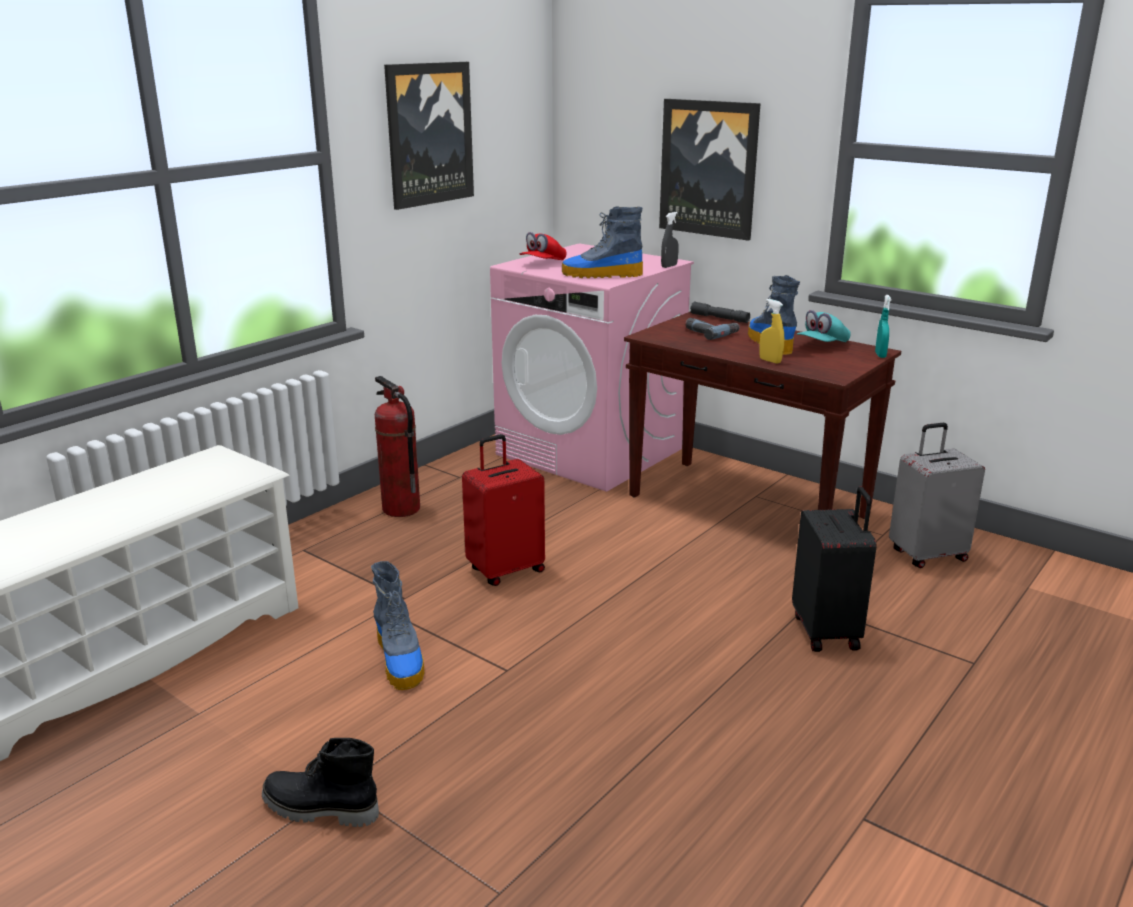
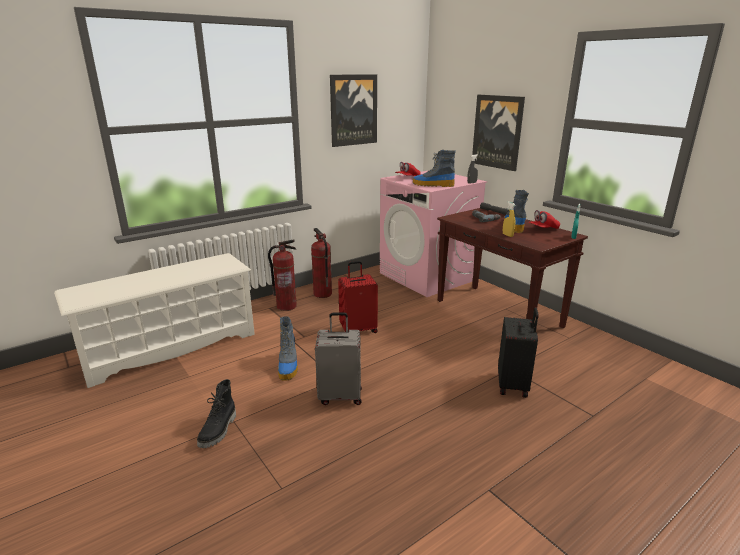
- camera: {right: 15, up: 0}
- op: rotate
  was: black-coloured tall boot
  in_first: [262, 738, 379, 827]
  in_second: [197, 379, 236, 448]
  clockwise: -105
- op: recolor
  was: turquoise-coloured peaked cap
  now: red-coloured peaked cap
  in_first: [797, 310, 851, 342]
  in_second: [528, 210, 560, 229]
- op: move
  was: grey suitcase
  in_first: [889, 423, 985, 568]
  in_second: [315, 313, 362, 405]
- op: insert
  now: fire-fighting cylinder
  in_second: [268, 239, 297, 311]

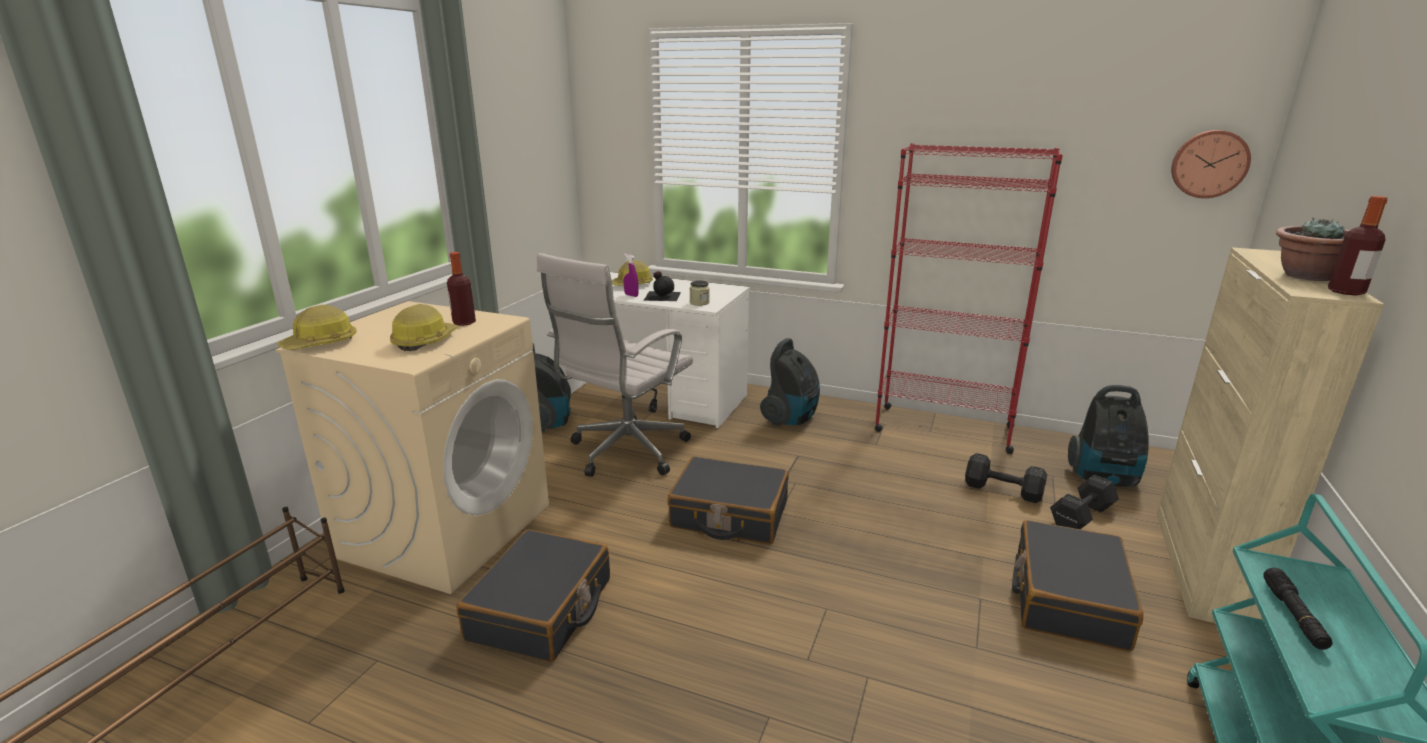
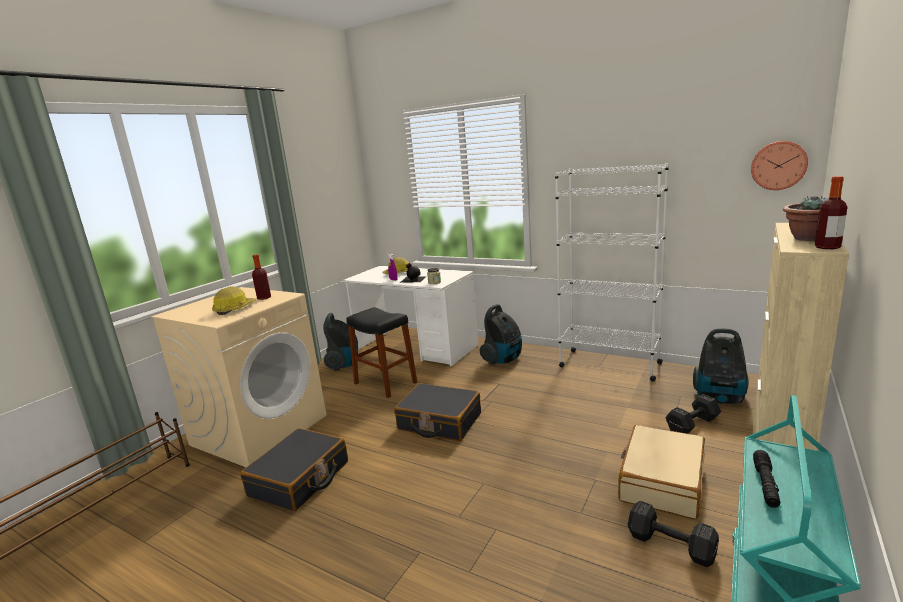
- camera: {right: 10, up: -5}
- op: delete
  was: work helmet
  in_first: [277, 305, 357, 350]
- op: replace
  was: whitish office chair
  now: black-coloured stool
  in_first: [537, 253, 693, 477]
  in_second: [346, 307, 417, 398]
- op: recolor
  was: red-coloured bookcase
  now: whitish bookcase
  in_first: [875, 143, 1063, 454]
  in_second: [555, 163, 669, 381]
- op: move
  was: black-coloured dumbbell
  in_first: [965, 453, 1047, 503]
  in_second: [628, 501, 719, 567]
- op: recolor
  was: black-coloured suitcase
  now: sand-coloured suitcase
  in_first: [1012, 520, 1143, 652]
  in_second: [618, 425, 705, 520]

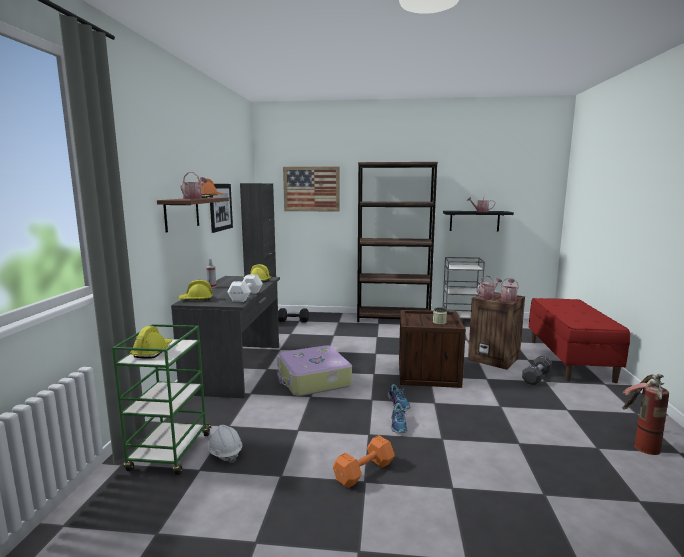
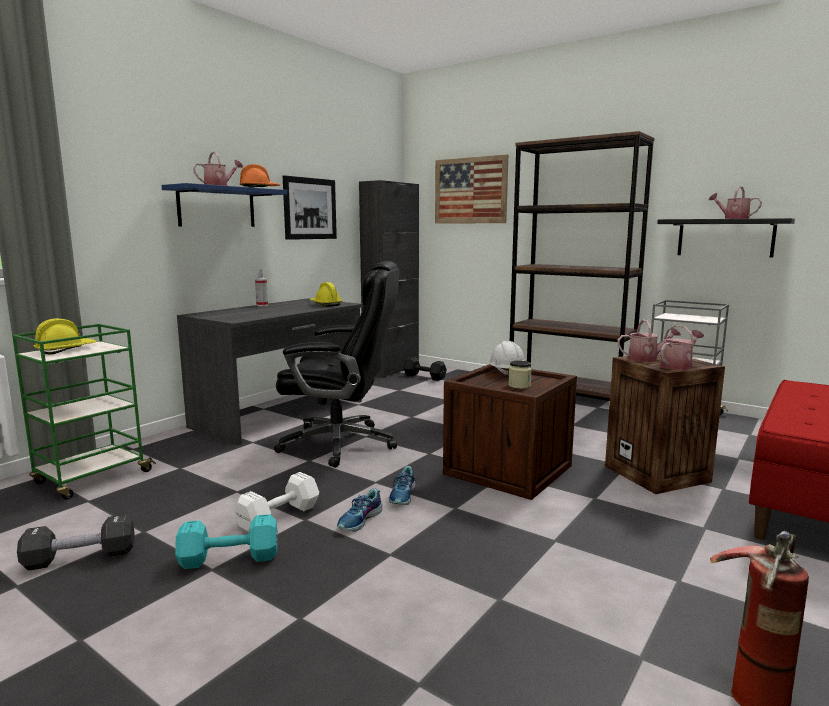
- camera: {right: 30, up: 0}
- op: recolor
  was: brown-coloured wall shelf
  now: bluish wall shelf
  in_first: [157, 197, 229, 233]
  in_second: [161, 183, 287, 227]
- op: delete
  was: yellow work helmet
  in_first: [178, 280, 213, 301]
- op: move
  was: whitish work helmet
  in_first: [207, 425, 242, 463]
  in_second: [489, 341, 525, 375]
- op: move
  was: whitish dumbbell
  in_first: [227, 274, 263, 302]
  in_second: [234, 472, 319, 532]
- op: replace
  was: suitcase
  now: black-coloured office chair
  in_first: [277, 345, 352, 396]
  in_second: [274, 261, 399, 468]
- op: recolor
  was: orangey dumbbell
  now: turquoise-coloured dumbbell
  in_first: [333, 435, 395, 488]
  in_second: [175, 514, 278, 569]
- op: move
  was: black-coloured dumbbell
  in_first: [522, 356, 552, 385]
  in_second: [17, 514, 134, 571]

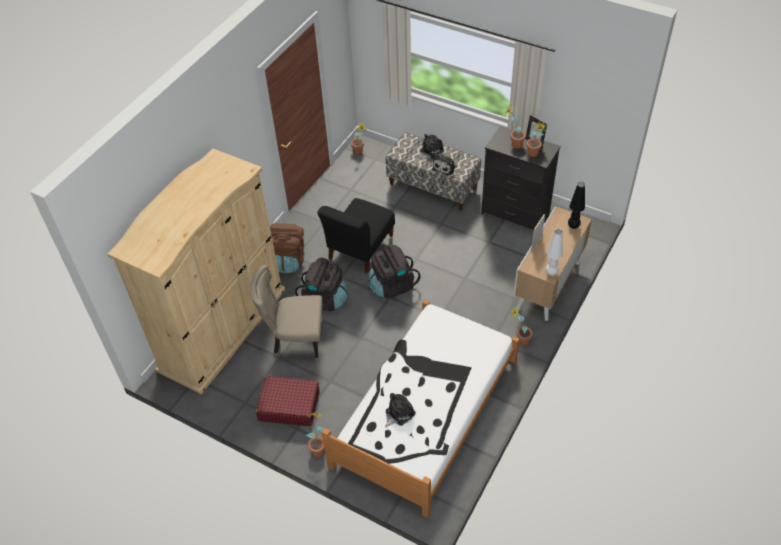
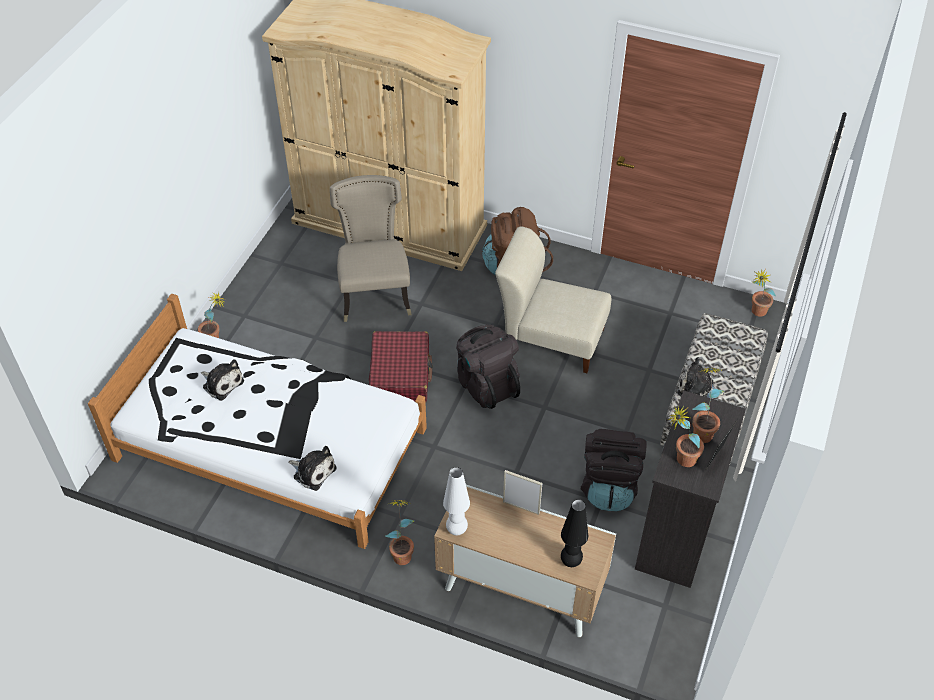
- camera: {right: 80, up: 0}
- op: move
  was: red-coloured suitcase
  in_first: [256, 376, 320, 426]
  in_second: [369, 331, 433, 403]
- op: move
  was: black-coloured knapsack
  in_first: [295, 258, 348, 311]
  in_second: [581, 429, 647, 512]
- op: recolor
  was: black-coloured chair
  now: sand-coloured chair
  in_first: [317, 198, 395, 273]
  in_second: [495, 226, 611, 373]
- op: move
  was: cuddly toy
  in_first: [420, 134, 444, 161]
  in_second: [288, 446, 337, 491]

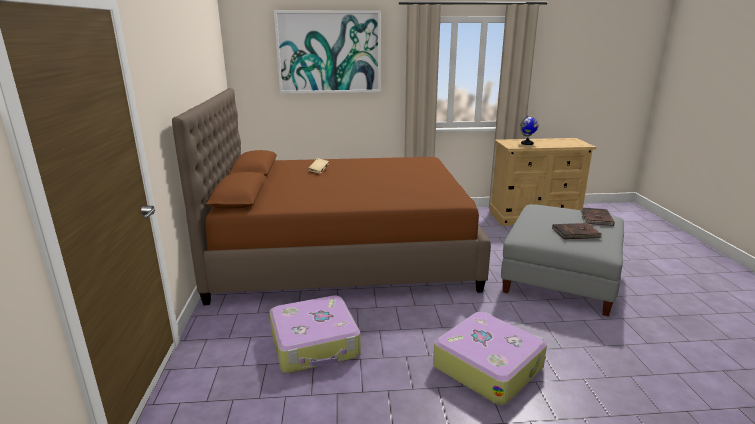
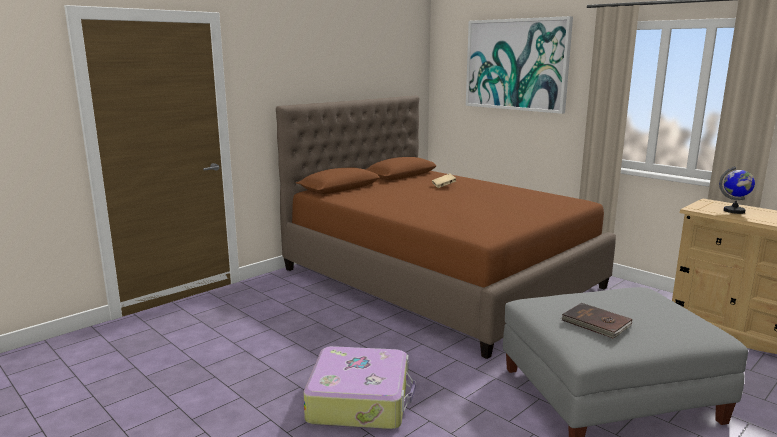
- camera: {right: 50, up: -5}
- op: delete
  was: suitcase
  in_first: [270, 295, 361, 373]
- op: delete
  was: brown-coloured volume
  in_first: [581, 207, 615, 226]

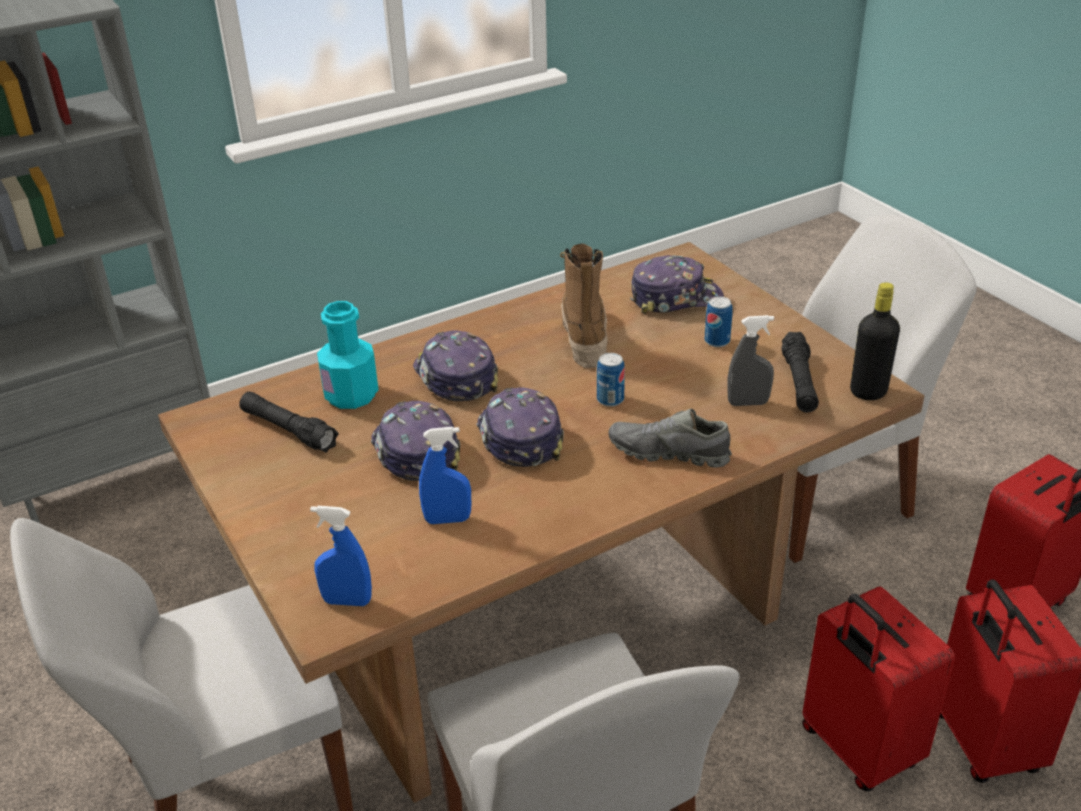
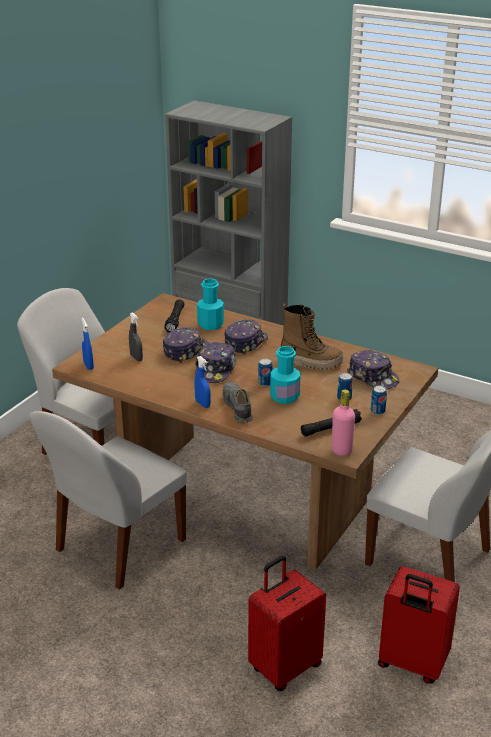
- camera: {right: 60, up: -5}
- op: move
  was: bluish hand sprayer
  in_first: [419, 427, 471, 524]
  in_second: [195, 356, 211, 408]
- op: rotate
  was: peaked cap
  in_first: [476, 387, 564, 467]
  in_second: [195, 342, 237, 383]
  clockwise: 150
- op: rotate
  was: tall boot
  in_first: [560, 244, 608, 368]
  in_second: [281, 304, 343, 370]
  clockwise: 45
- op: move
  was: grey hand sprayer
  in_first: [727, 315, 774, 406]
  in_second: [129, 312, 143, 361]
- op: delete
  was: red-coloured suitcase
  in_first: [802, 586, 955, 792]
- op: recolor
  was: black-coloured beverage bottle
  now: pink beverage bottle
  in_first: [850, 283, 900, 400]
  in_second: [332, 389, 355, 456]
- op: insert
  now: turquoise-coloured beverage bottle
  in_second: [270, 346, 300, 404]
- op: insert
  now: metal can
  in_second: [371, 386, 387, 415]

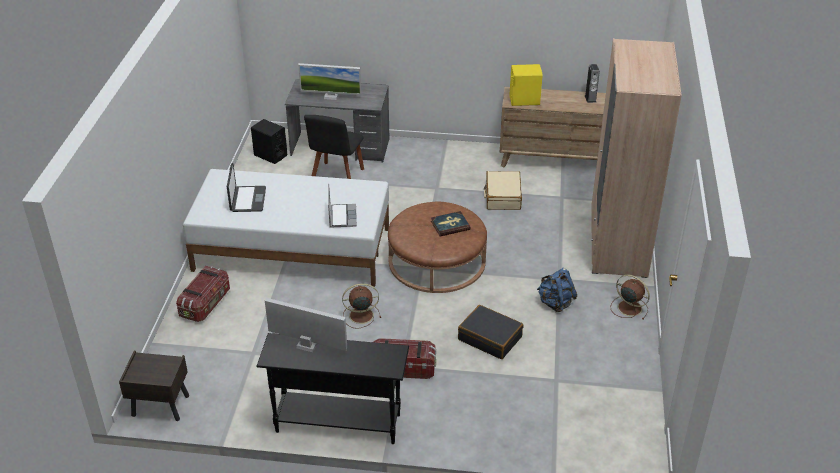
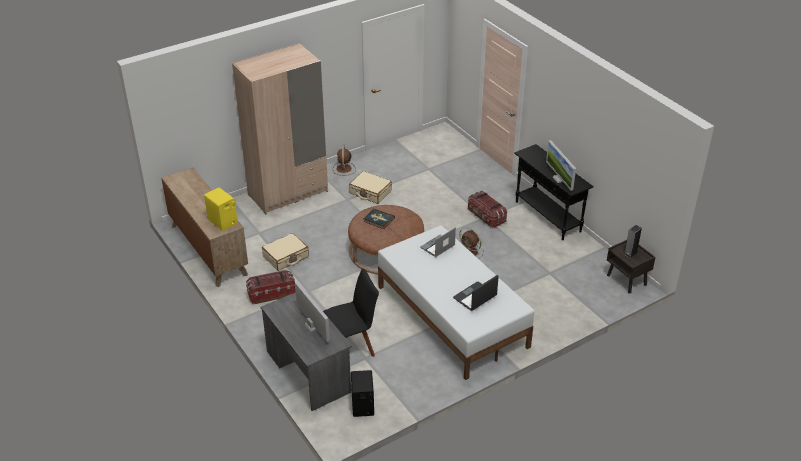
- camera: {right: -130, up: 0}
- op: move
  was: storage bin
  in_first: [176, 266, 230, 322]
  in_second: [246, 270, 296, 304]
- op: delete
  was: black-coloured suitcase
  in_first: [458, 305, 523, 359]
- op: replace
  was: bluish knapsack
  now: sand-coloured suitcase
  in_first: [537, 268, 577, 312]
  in_second: [349, 171, 392, 204]
- op: move
  was: audio speaker
  in_first: [585, 64, 600, 103]
  in_second: [624, 225, 642, 258]

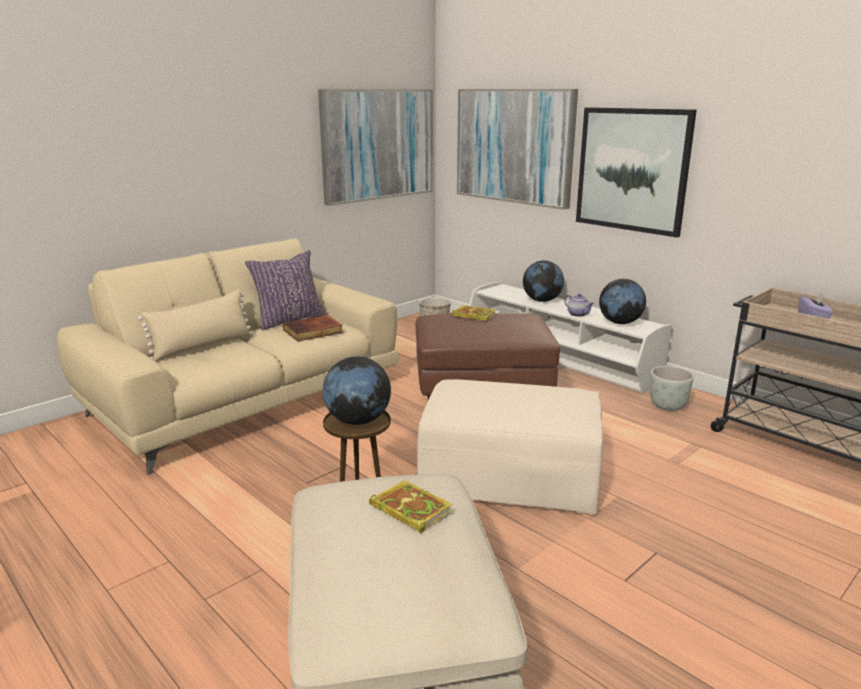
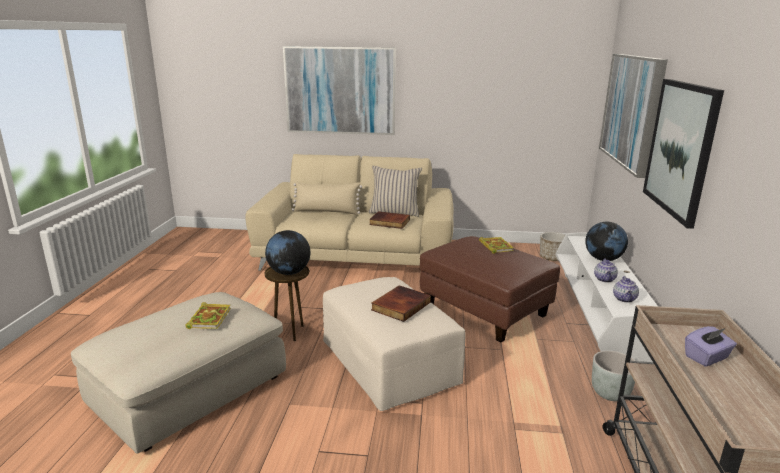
- camera: {right: 50, up: 0}
- op: recolor
  was: purple-coloured cushion
  now: sand-coloured cushion
  in_first: [245, 250, 326, 330]
  in_second: [369, 166, 422, 217]
- op: move
  was: wall picture
  in_first: [318, 89, 433, 206]
  in_second: [283, 46, 396, 135]
- op: replace
  was: desk globe
  now: teapot
  in_first: [599, 279, 646, 324]
  in_second: [613, 276, 639, 303]
- op: insert
  now: volume
  in_second: [371, 285, 431, 322]

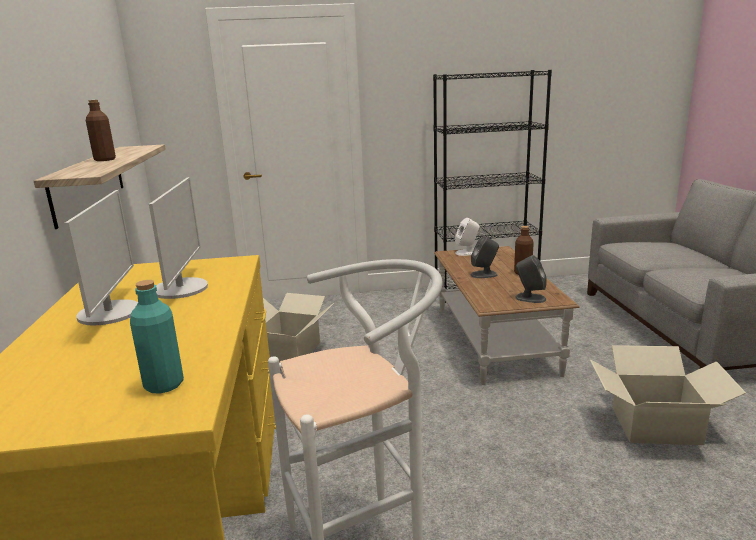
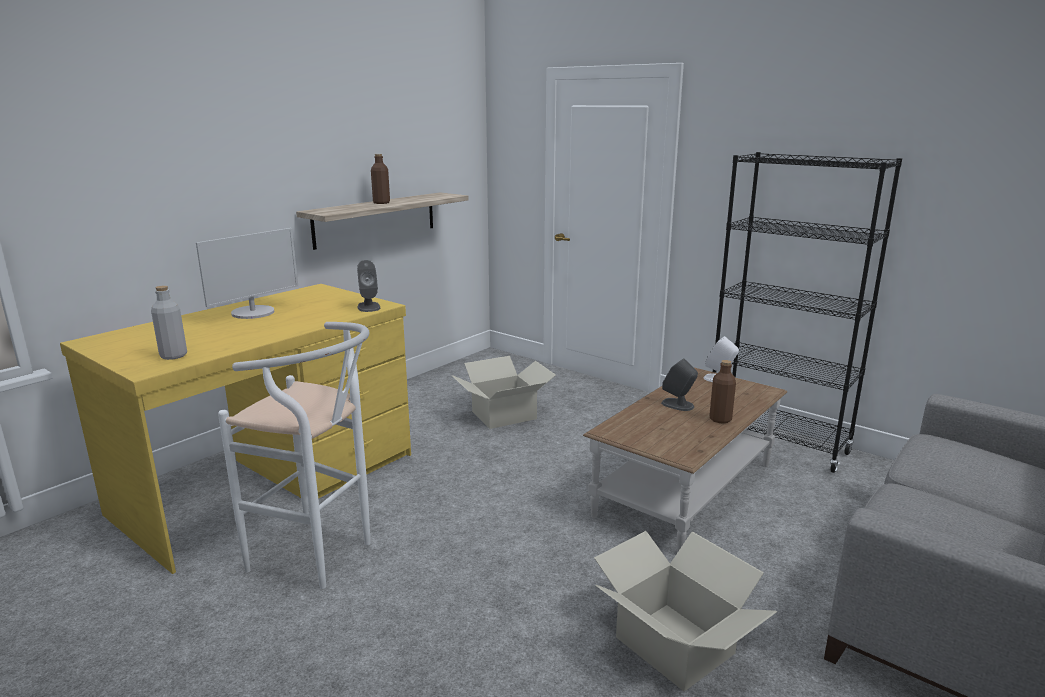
- camera: {right: 45, up: 0}
- op: recolor
  was: turquoise-coloured beverage bottle
  now: grey beverage bottle
  in_first: [130, 280, 184, 394]
  in_second: [151, 286, 187, 360]
- op: delete
  was: computer display
  in_first: [149, 177, 208, 299]
- op: move
  was: grey audio speaker
  in_first: [515, 255, 547, 303]
  in_second: [357, 260, 380, 312]

